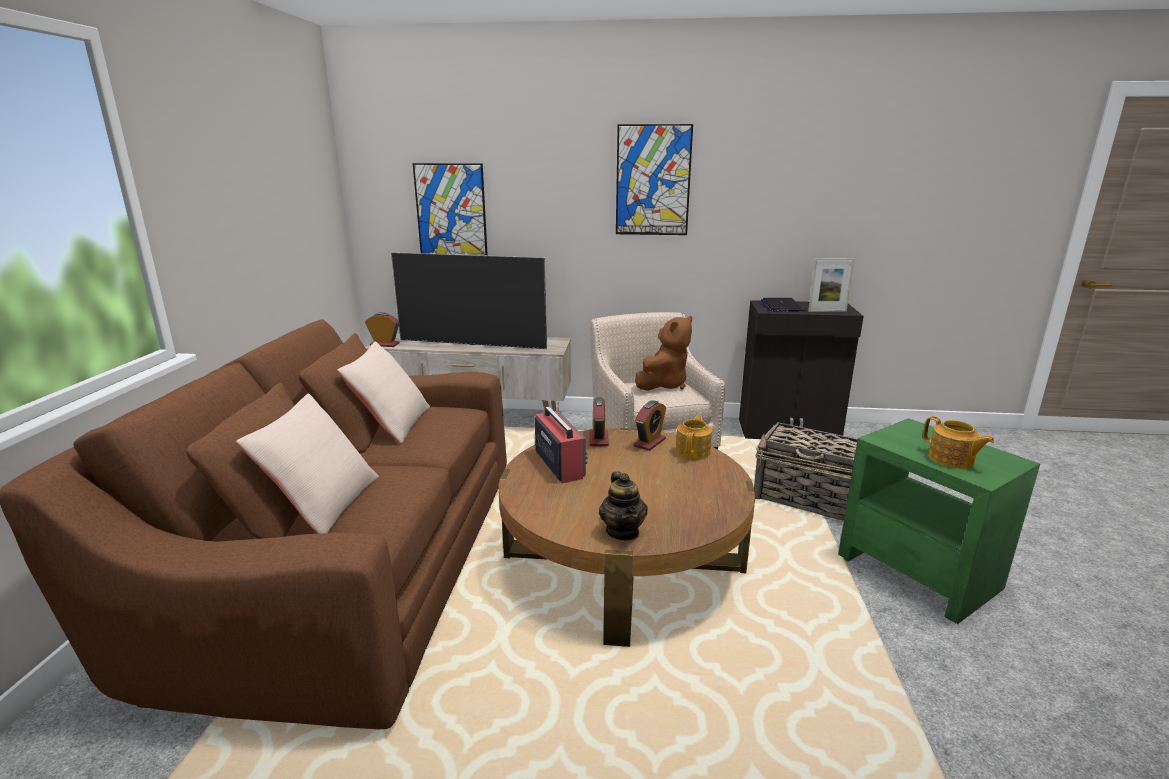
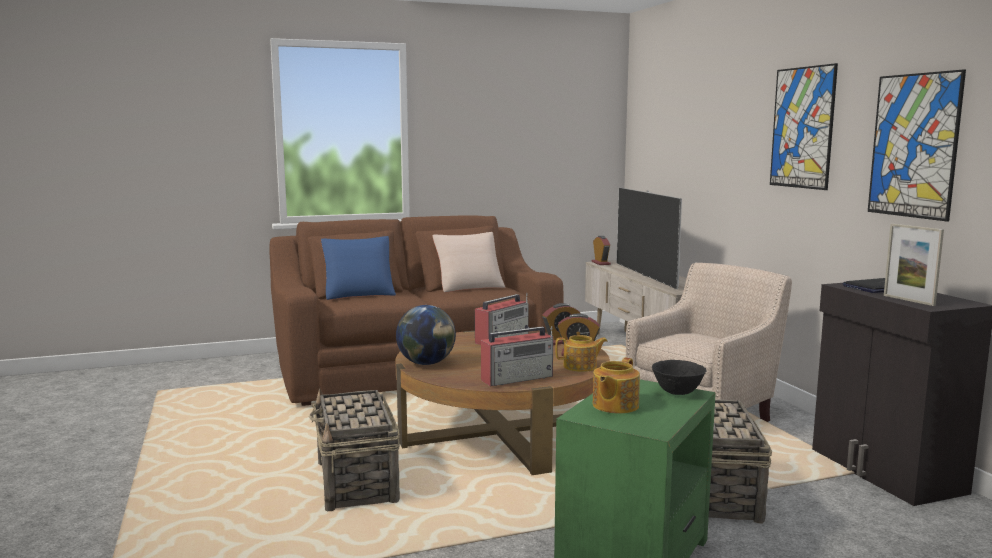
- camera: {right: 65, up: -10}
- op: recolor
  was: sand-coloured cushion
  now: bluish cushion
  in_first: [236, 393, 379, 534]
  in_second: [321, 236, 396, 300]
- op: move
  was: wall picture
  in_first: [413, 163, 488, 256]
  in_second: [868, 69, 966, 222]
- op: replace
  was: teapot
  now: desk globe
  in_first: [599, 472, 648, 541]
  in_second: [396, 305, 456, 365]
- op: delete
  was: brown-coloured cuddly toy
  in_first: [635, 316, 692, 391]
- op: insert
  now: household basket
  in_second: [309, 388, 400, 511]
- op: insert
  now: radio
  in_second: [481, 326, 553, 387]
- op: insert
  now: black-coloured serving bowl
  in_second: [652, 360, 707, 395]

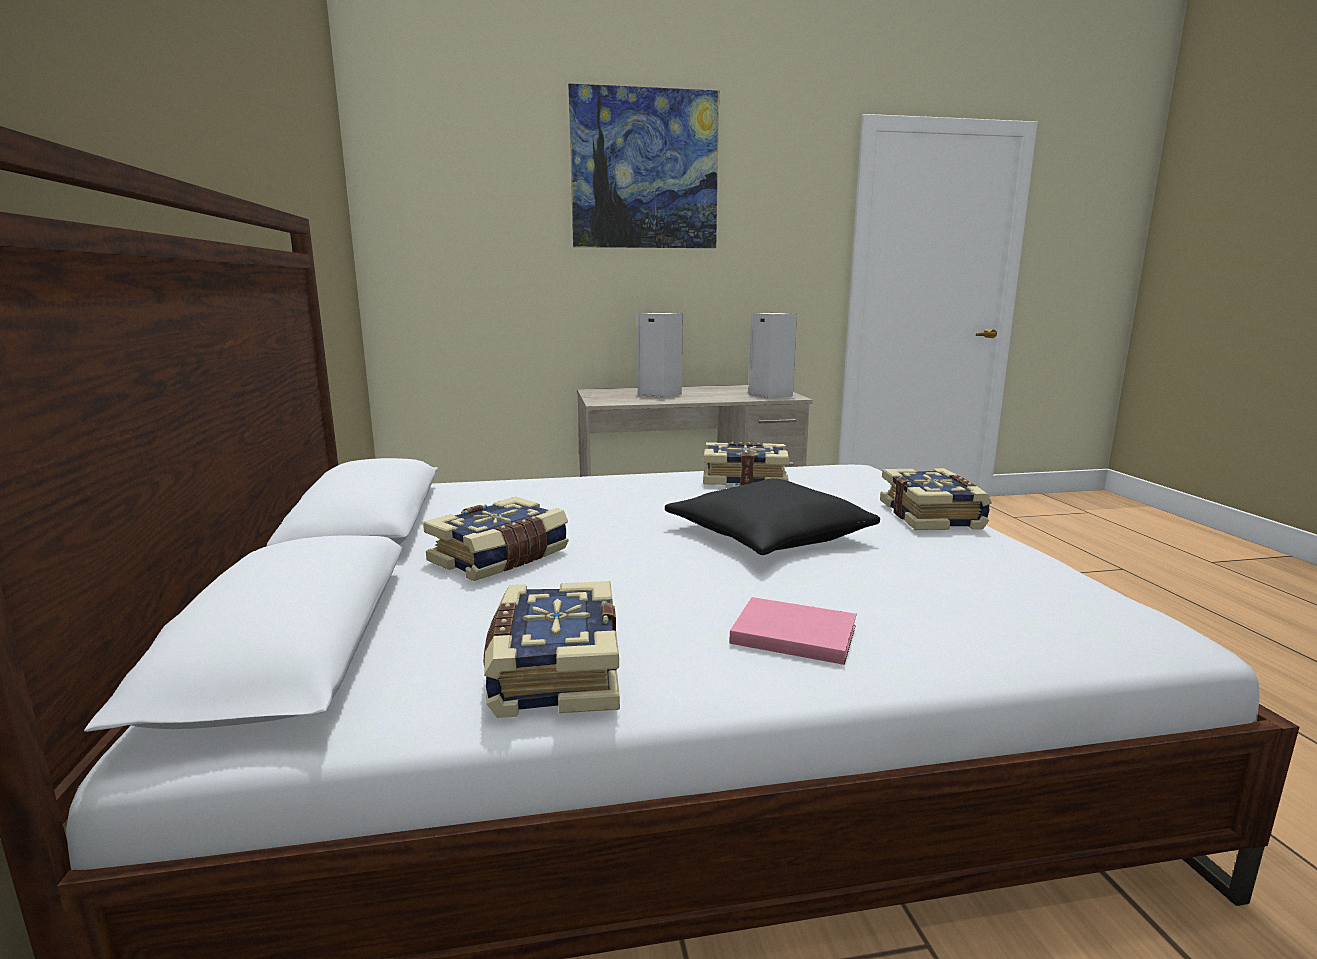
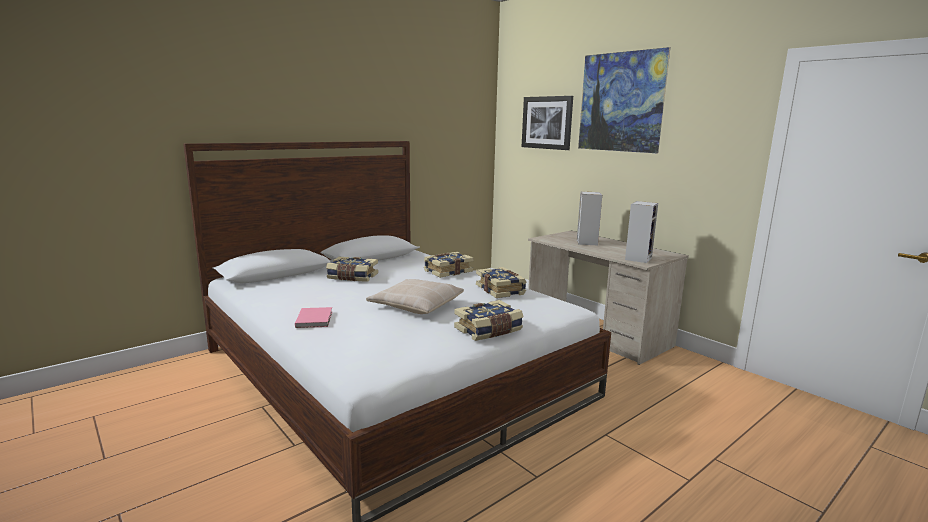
- camera: {right: 60, up: 0}
- op: move
  was: volume
  in_first: [483, 581, 620, 718]
  in_second: [424, 252, 474, 278]
- op: recolor
  was: black-coloured cushion
  now: sand-coloured cushion
  in_first: [665, 478, 880, 555]
  in_second: [366, 279, 464, 314]
- op: insert
  now: wall picture
  in_second: [522, 96, 573, 150]

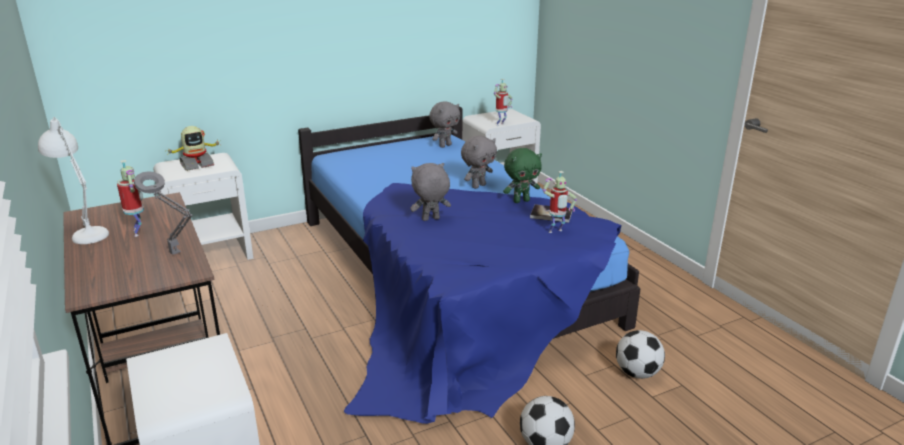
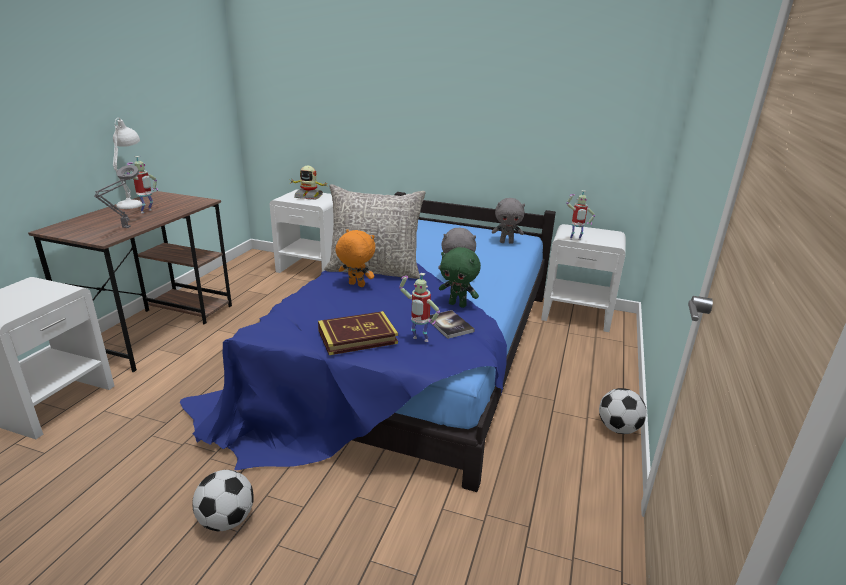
- camera: {right: 45, up: 0}
- op: recolor
  was: grey cuddly toy
  now: orangey cuddly toy
  in_first: [410, 163, 451, 221]
  in_second: [335, 229, 375, 287]
- op: move
  was: football
  in_first: [616, 330, 665, 379]
  in_second: [599, 388, 647, 434]
- op: insert
  now: volume
  in_second: [318, 311, 398, 355]
- op: insert
  now: grey cushion
  in_second: [324, 184, 426, 279]

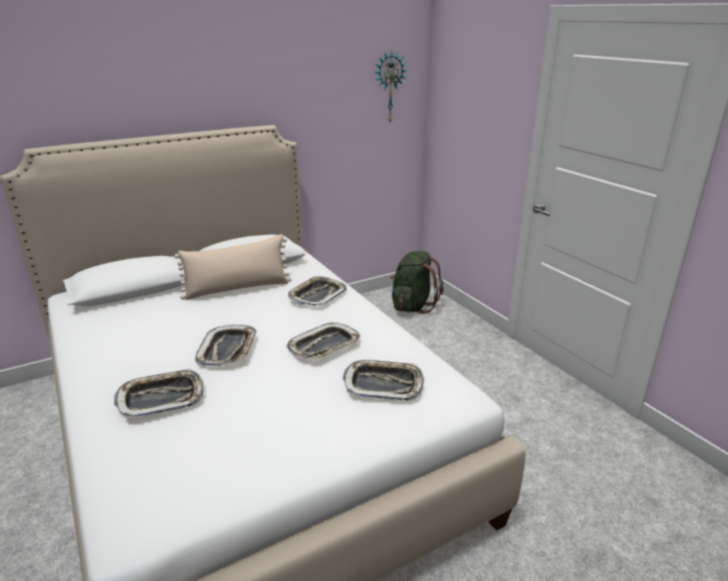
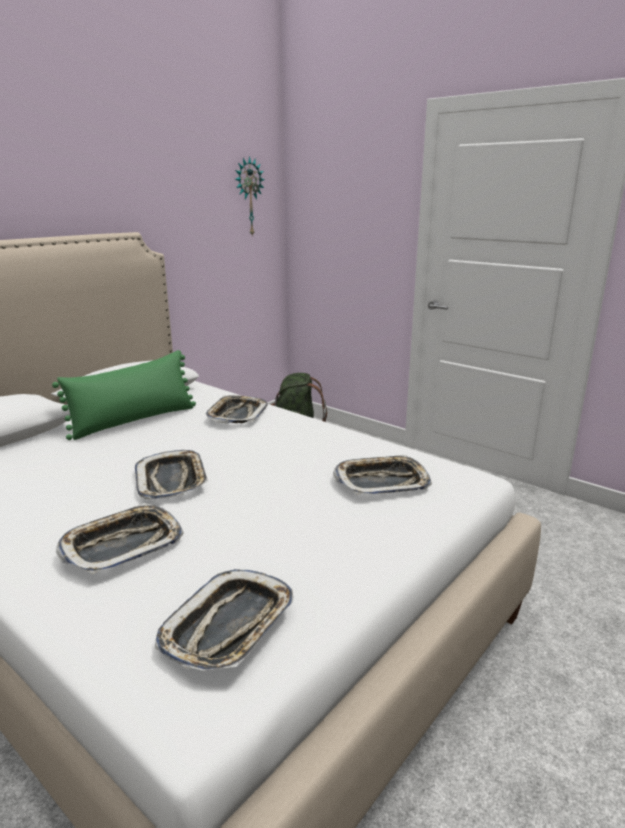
- camera: {right: -20, up: -5}
- op: recolor
  was: sand-coloured cushion
  now: green cushion
  in_first: [174, 234, 291, 300]
  in_second: [52, 350, 196, 440]
- op: move
  was: carrying tray
  in_first: [286, 323, 360, 359]
  in_second: [155, 569, 293, 671]

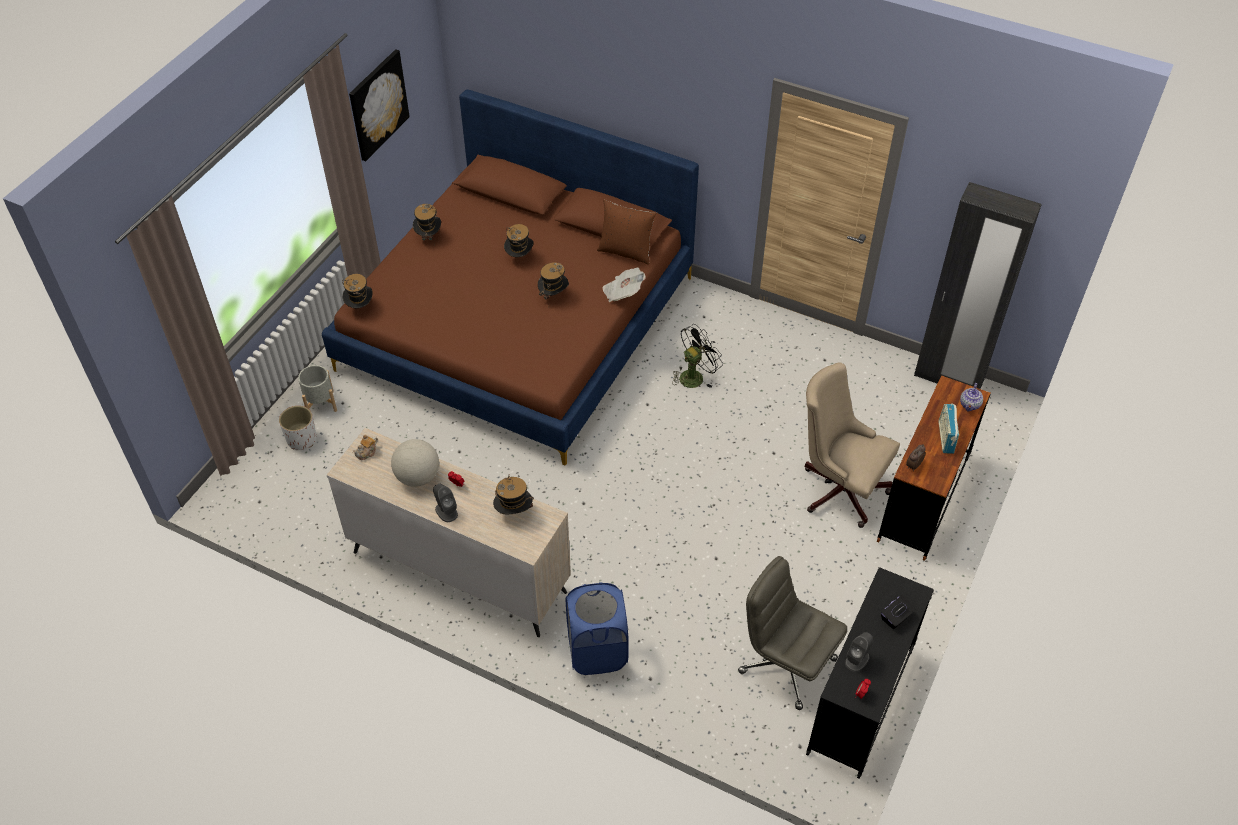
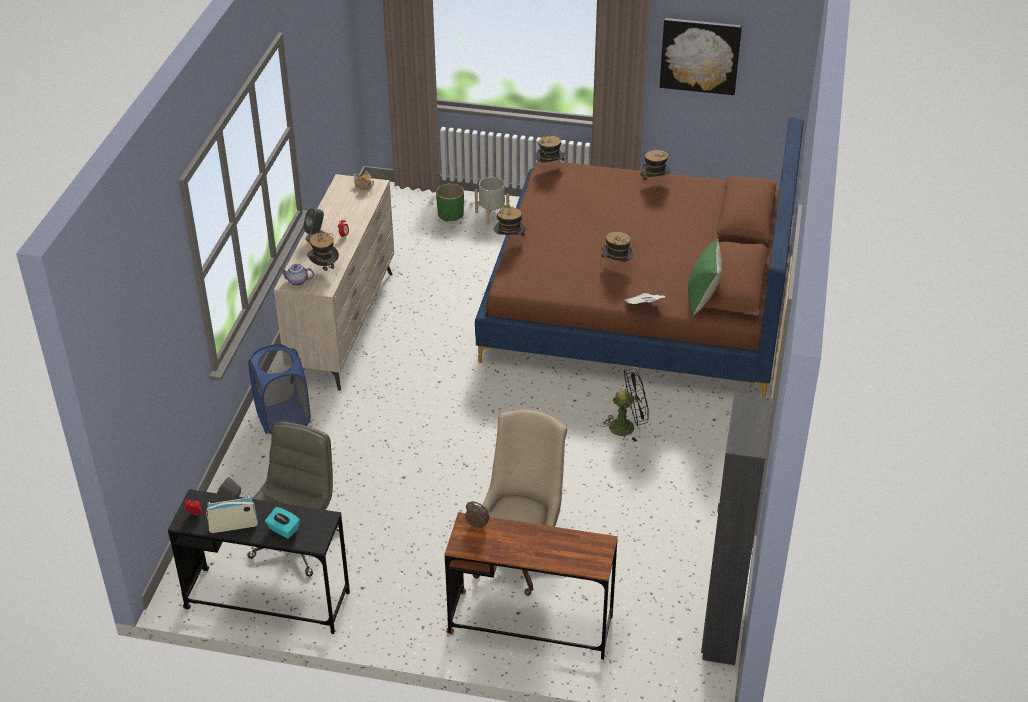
- camera: {right: 75, up: -10}
- op: recolor
  was: whitish flower pot
  now: green flower pot
  in_first: [279, 406, 317, 450]
  in_second: [436, 183, 464, 222]
- op: delete
  was: desk globe
  in_first: [391, 439, 439, 487]
- op: move
  was: clothing hat
  in_first: [504, 224, 534, 257]
  in_second: [494, 204, 527, 236]
- op: recolor
  was: brown-coloured cushion
  now: green cushion
  in_first: [597, 199, 656, 265]
  in_second: [688, 238, 722, 316]
- op: rotate
  was: black-coloured electric fan
  in_first: [672, 324, 723, 388]
  in_second: [601, 368, 649, 442]
  clockwise: -45
- op: recolor
  was: black-coloured tissue holder
  now: turquoise-coloured tissue holder
  in_first: [881, 595, 915, 629]
  in_second: [265, 507, 300, 539]
- op: move
  was: radio
  in_first: [939, 403, 959, 454]
  in_second: [206, 495, 258, 533]
- op: move
  was: teapot
  in_first: [960, 383, 983, 411]
  in_second: [279, 264, 314, 286]

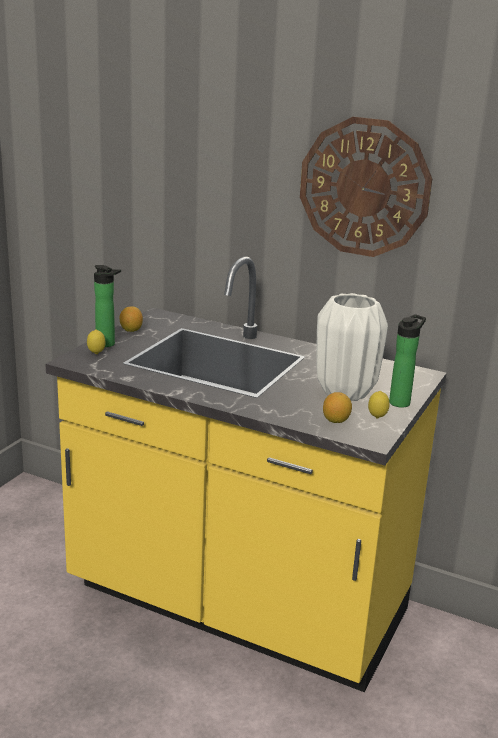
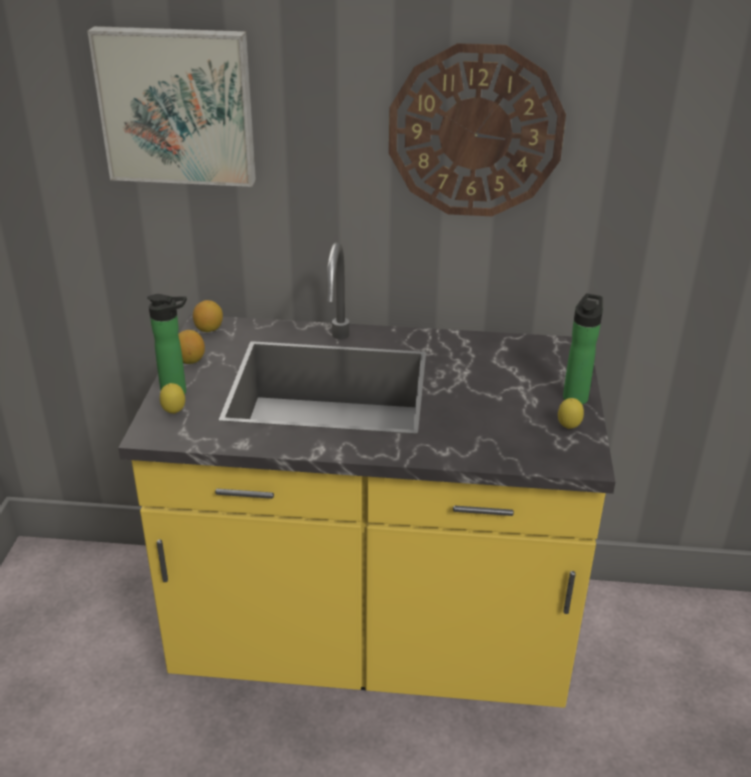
- camera: {right: -20, up: 10}
- op: delete
  was: whitish decorative vase
  in_first: [316, 293, 388, 401]
- op: move
  was: citrus fruit
  in_first: [323, 392, 352, 423]
  in_second: [193, 300, 223, 332]
- op: insert
  now: wall picture
  in_second: [87, 26, 256, 187]

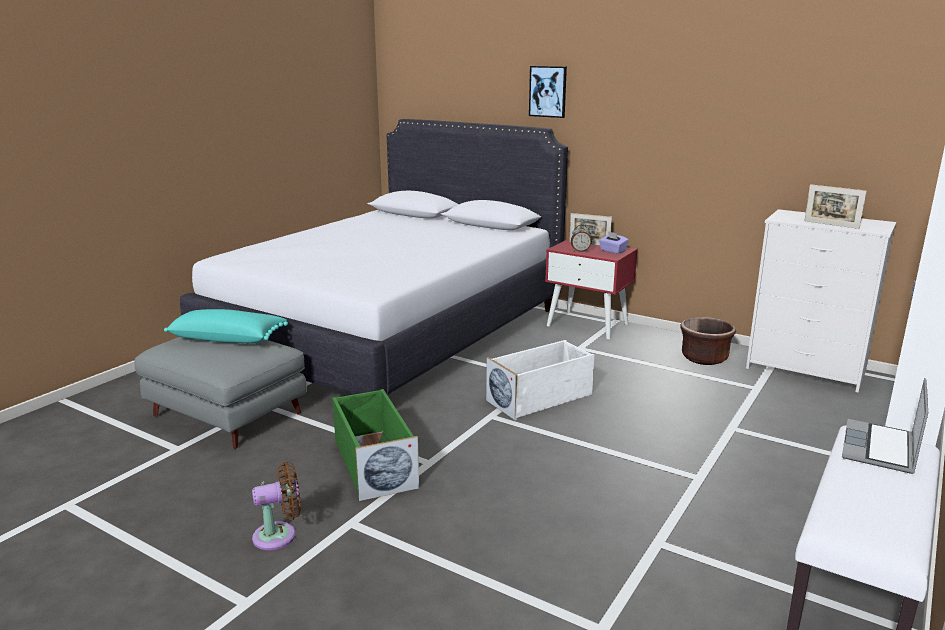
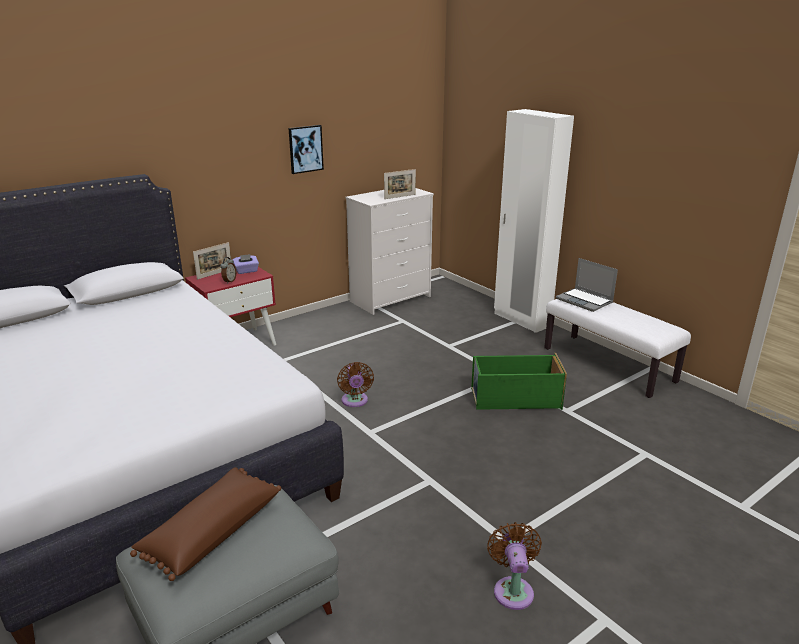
- camera: {right: -70, up: 5}
- op: recolor
  was: turquoise-coloured cushion
  now: brown-coloured cushion
  in_first: [164, 309, 288, 343]
  in_second: [130, 467, 281, 581]
- op: move
  was: green storage bin
  in_first: [332, 389, 419, 501]
  in_second: [471, 353, 567, 410]
- op: replace
  was: whitish storage bin
  now: brown-coloured electric fan
  in_first: [486, 340, 595, 420]
  in_second: [337, 362, 374, 407]
- op: move
  was: wall picture
  in_first: [529, 66, 567, 118]
  in_second: [289, 125, 324, 174]
- op: delete
  was: brown-coloured flower pot
  in_first: [680, 317, 736, 365]

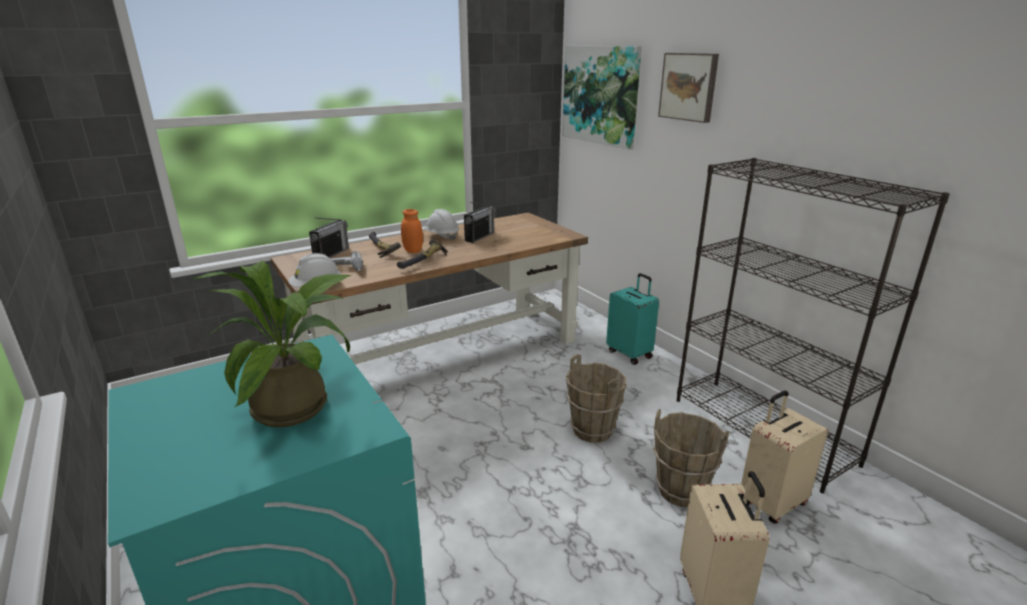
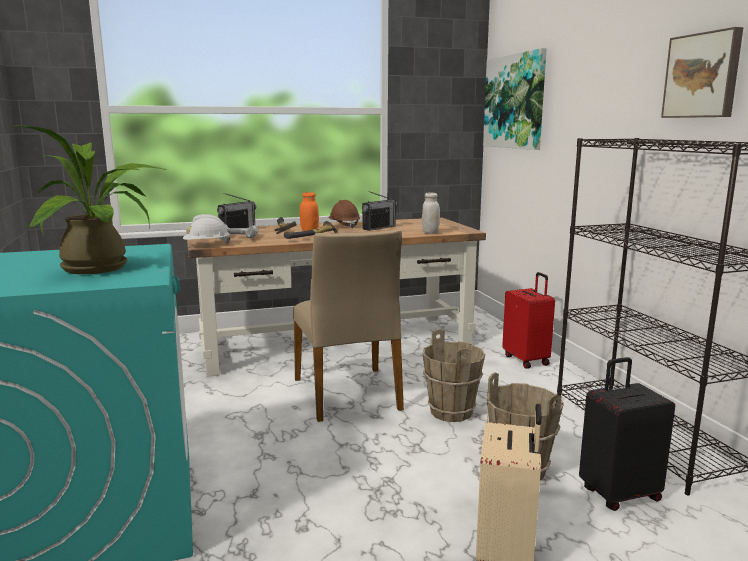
- camera: {right: 15, up: -10}
- op: recolor
  was: whitish work helmet
  now: brown-coloured work helmet
  in_first: [423, 209, 459, 241]
  in_second: [328, 200, 360, 229]
- op: recolor
  was: turquoise-coloured suitcase
  now: red-coloured suitcase
  in_first: [606, 273, 659, 365]
  in_second: [502, 272, 555, 369]
- op: move
  was: wall picture
  in_first: [658, 53, 719, 123]
  in_second: [661, 27, 744, 118]
- op: recolor
  was: sand-coloured suitcase
  now: black-coloured suitcase
  in_first: [741, 391, 828, 524]
  in_second: [579, 357, 675, 511]
- op: insert
  now: sand-coloured chair
  in_second: [293, 229, 404, 422]
- op: insert
  now: whitish preserve jar
  in_second: [422, 192, 440, 234]

